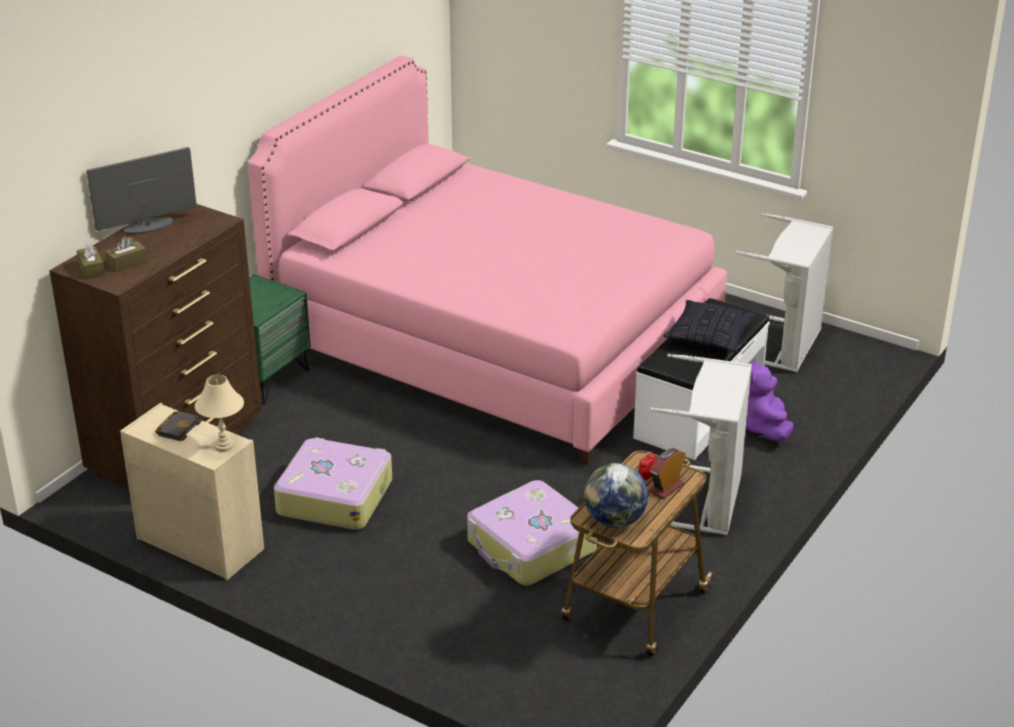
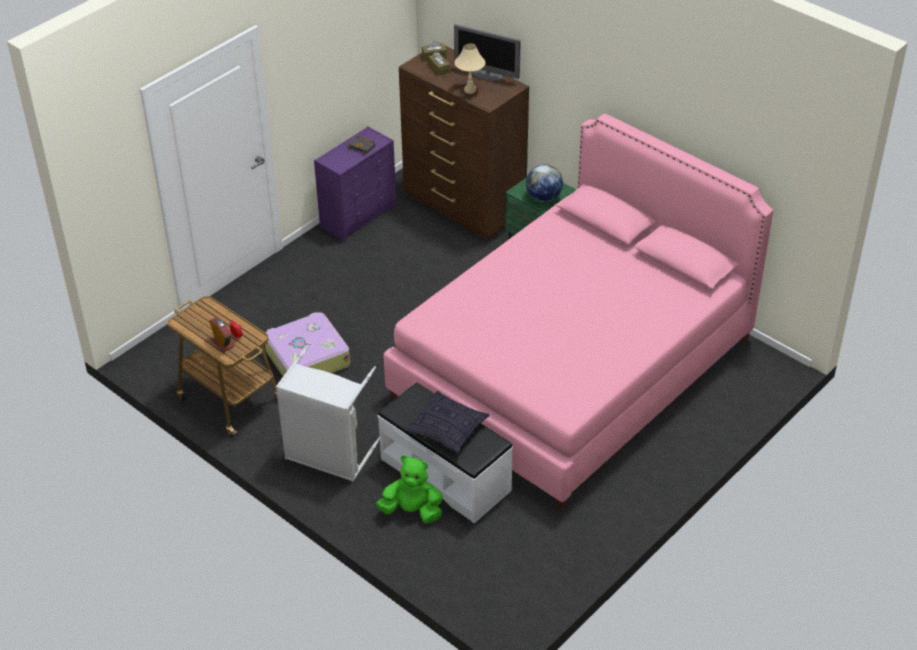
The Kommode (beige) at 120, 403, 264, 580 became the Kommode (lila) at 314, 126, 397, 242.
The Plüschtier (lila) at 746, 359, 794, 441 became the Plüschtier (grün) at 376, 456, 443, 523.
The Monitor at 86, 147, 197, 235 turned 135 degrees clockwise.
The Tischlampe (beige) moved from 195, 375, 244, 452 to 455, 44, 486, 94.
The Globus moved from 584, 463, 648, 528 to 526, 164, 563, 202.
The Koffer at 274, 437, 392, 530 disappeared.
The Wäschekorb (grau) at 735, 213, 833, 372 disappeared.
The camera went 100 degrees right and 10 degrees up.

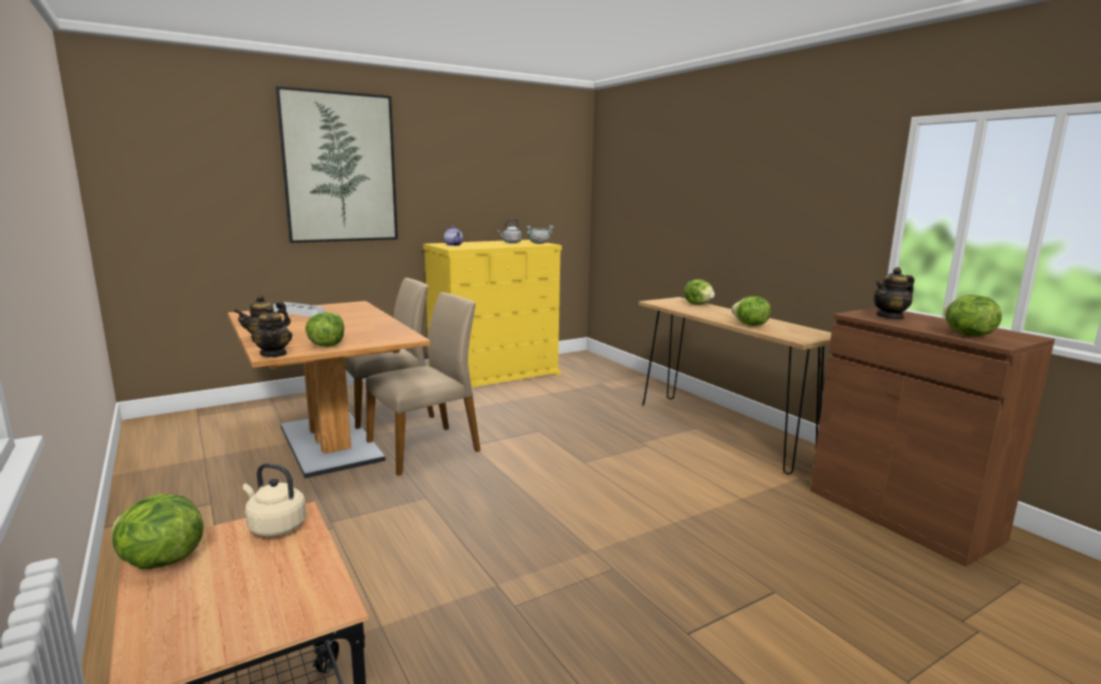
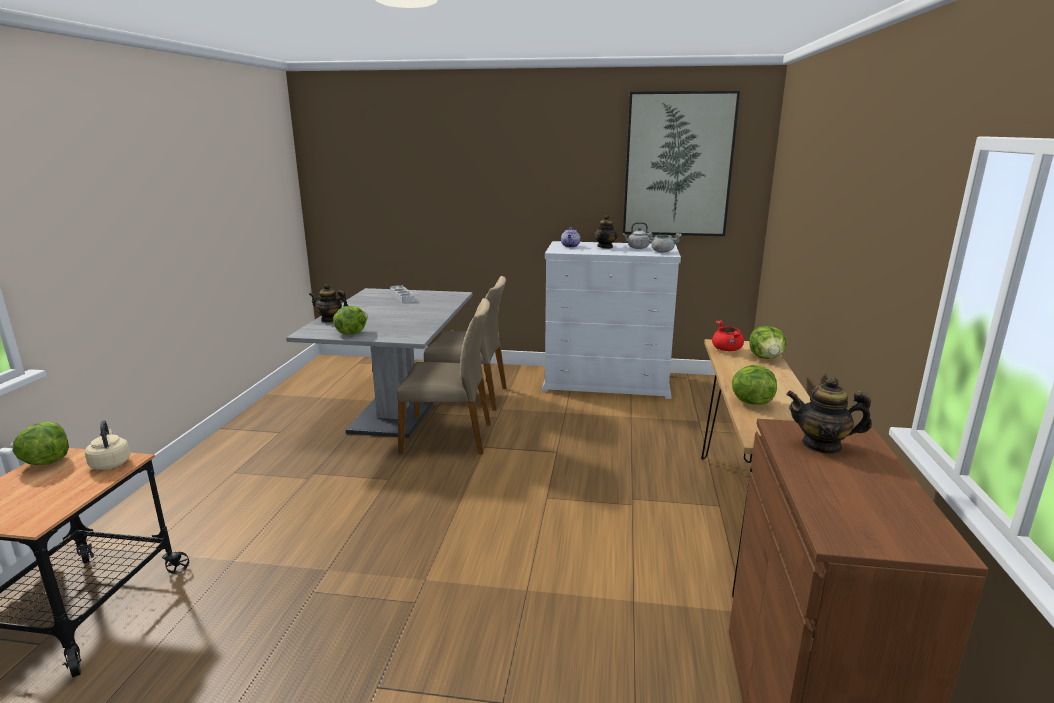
The Esstisch (braun) at 228, 301, 430, 478 became the Esstisch (grau) at 286, 288, 473, 438.
The Kommode (gelb) at 423, 240, 562, 388 became the Kommode (weiß) at 541, 241, 681, 399.
The Teekanne moved from 251, 305, 292, 357 to 594, 215, 618, 248.
The Bild moved from 276, 86, 398, 243 to 623, 91, 740, 236.
The Kochtopf (rot) at 712, 320, 744, 351 appeared.
The Salatkopf at 944, 295, 1002, 336 disappeared.
The camera went 40 degrees right and 5 degrees up.

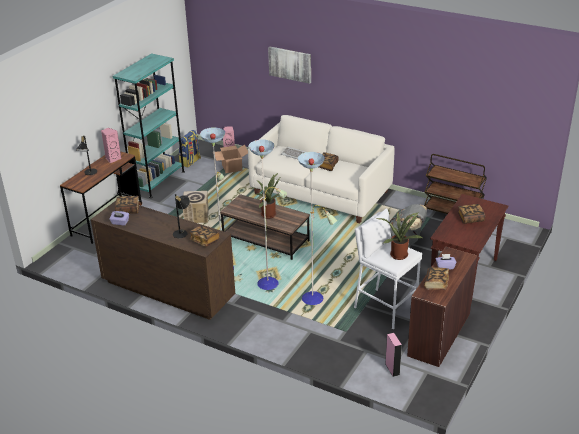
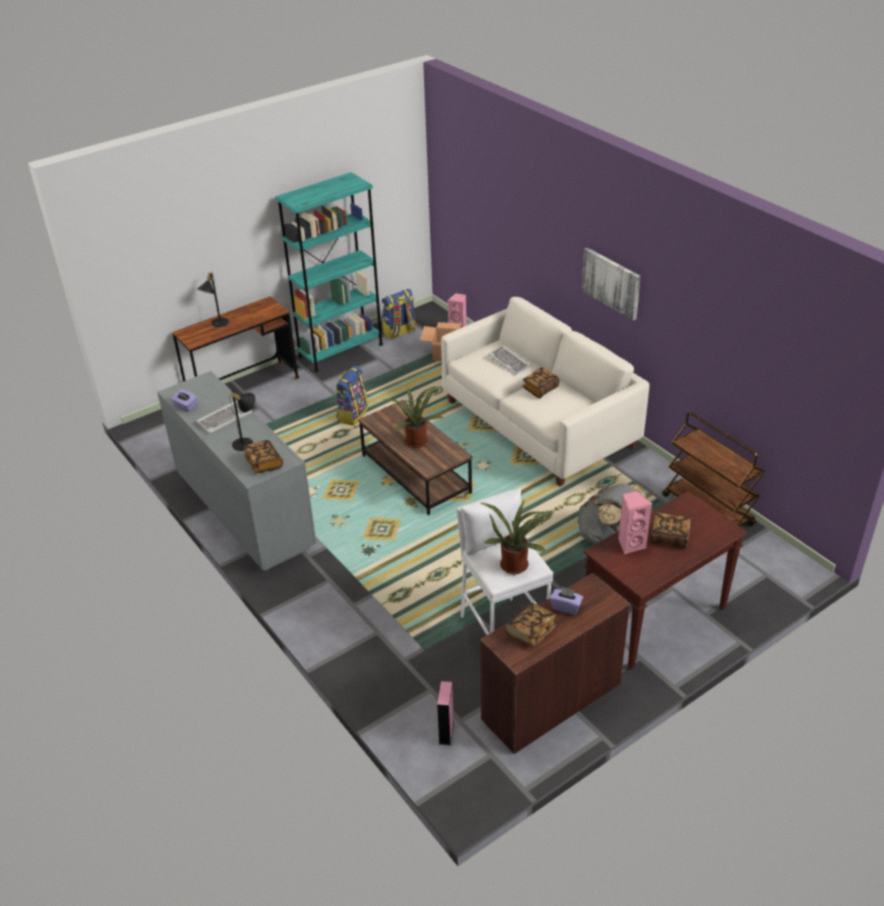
The Kommode (braun) at 91, 201, 235, 320 became the Kommode (grau) at 157, 371, 316, 571.
The Tastatur at 196, 400, 252, 434 appeared.
The Karton at 183, 191, 209, 223 was replaced by the Rucksack at 335, 366, 368, 426.
The Bild moved from 268, 46, 311, 84 to 582, 248, 641, 320.
The Lautsprecher (rosa) moved from 101, 128, 122, 164 to 618, 490, 652, 554.
The Buch at 115, 196, 140, 214 disappeared.
The Stehlampe at 200, 127, 337, 305 disappeared.
The camera went 25 degrees right and 5 degrees up.

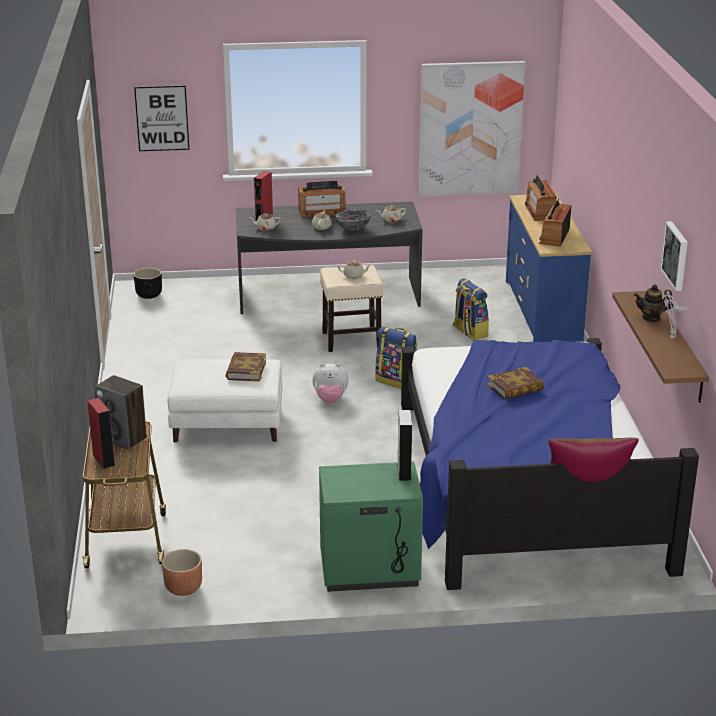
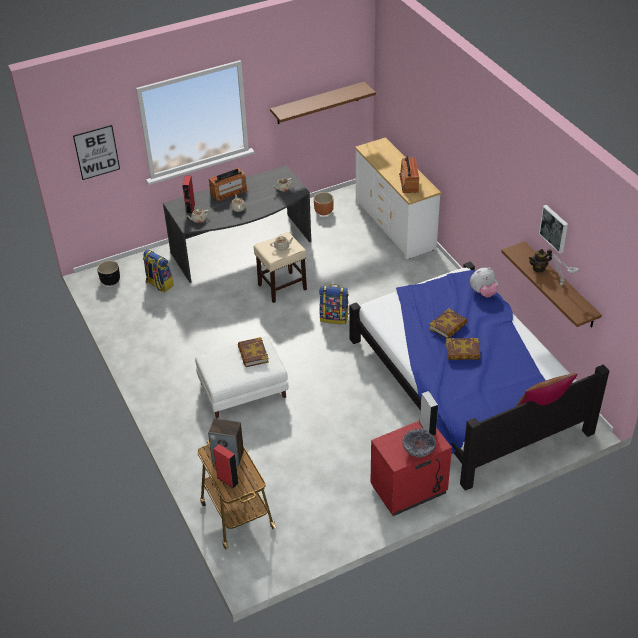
The Rucksack moved from 453, 278, 489, 340 to 143, 250, 174, 293.
The Bild at 419, 61, 526, 196 was replaced by the Wandregal (braun) at 270, 81, 376, 124.
The Pflanzkübel (braun) moved from 162, 549, 202, 596 to 314, 192, 334, 215.
The Kommode (blau) at 506, 194, 592, 342 became the Kommode (weiß) at 355, 137, 441, 259.
The Nachttisch (grün) at 319, 462, 423, 592 became the Nachttisch (rot) at 370, 420, 452, 516.
The Schüssel moved from 335, 209, 371, 231 to 402, 428, 436, 457.
The Buch at 446, 338, 480, 360 appeared.
The Plüschtier moved from 312, 364, 348, 403 to 470, 267, 498, 297.
The Radio at 525, 175, 557, 221 disappeared.
The camera went 20 degrees left and 15 degrees up.

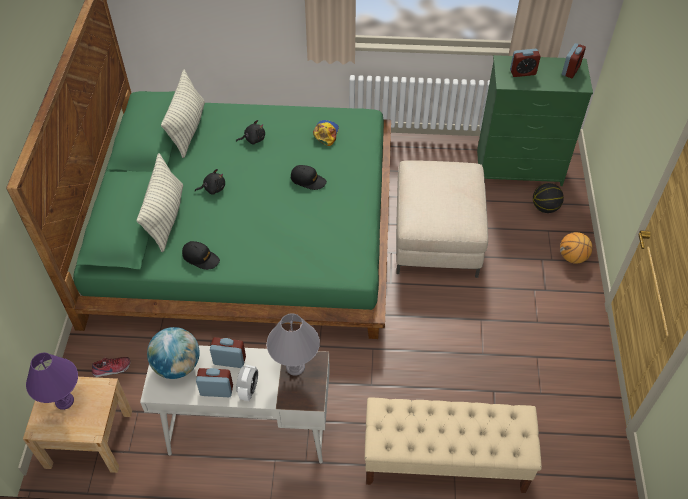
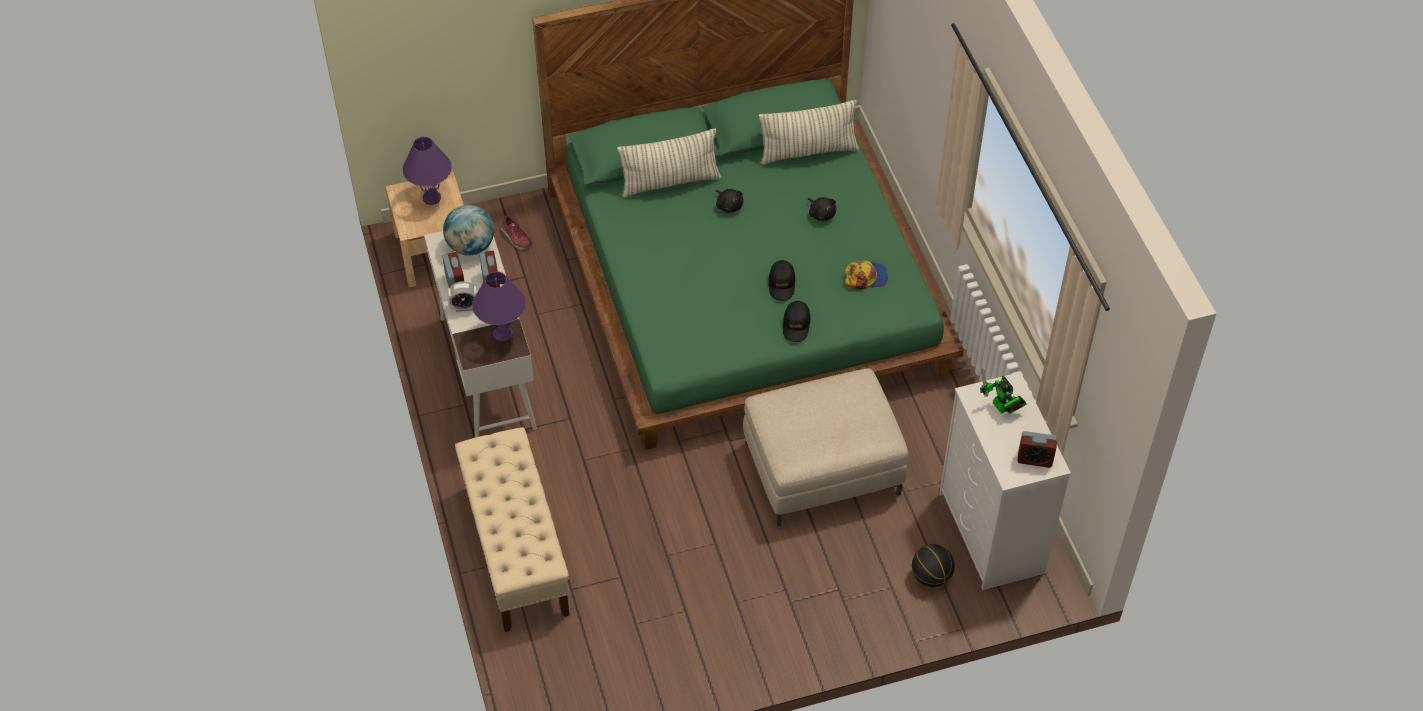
The Tischlampe (grau) at 267, 313, 320, 376 became the Tischlampe (lila) at 472, 271, 526, 342.
The Kappe (schwarz) moved from 182, 241, 220, 270 to 783, 301, 810, 342.
The Kommode (grün) at 477, 55, 593, 186 became the Kommode (weiß) at 939, 372, 1071, 590.
The Wecker at 510, 49, 541, 77 was replaced by the Spielzeugroboter at 980, 369, 1026, 414.
The Basketball at 560, 232, 593, 264 disappeared.
The camera went 70 degrees right and 0 degrees up.

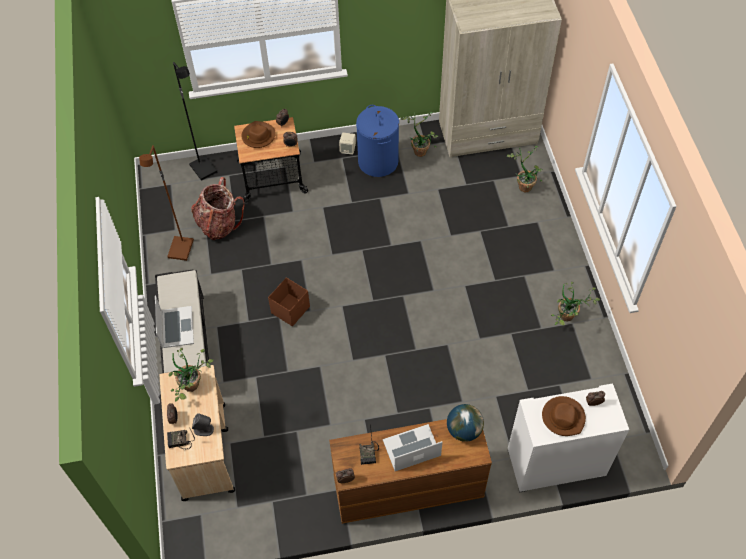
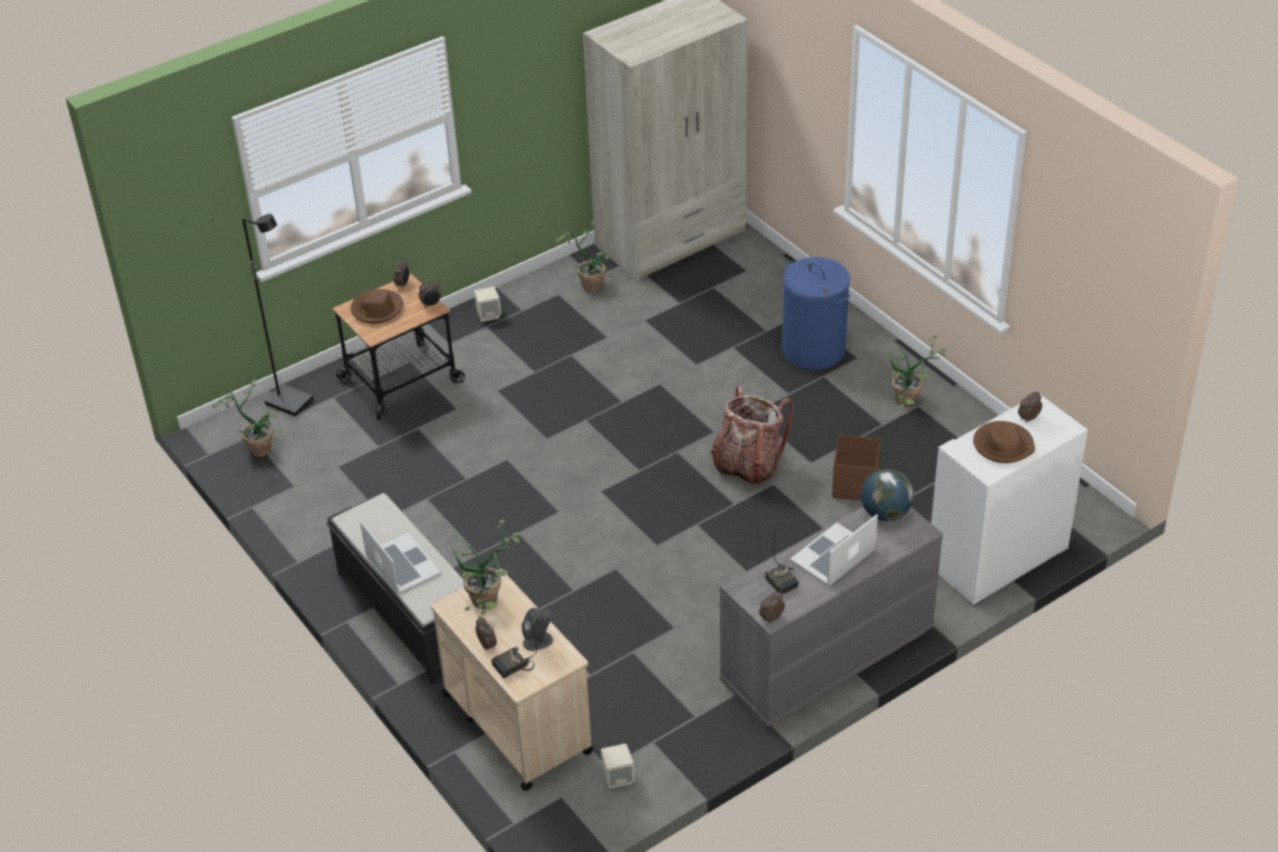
The Topfpflanze moved from 506, 146, 543, 192 to 212, 380, 284, 457.
The Lautsprecher (beige) at 601, 744, 635, 788 appeared.
The Rucksack moved from 191, 177, 244, 240 to 711, 385, 793, 485.
The Kommode (braun) at 329, 419, 492, 524 became the Kommode (grau) at 720, 507, 943, 727.
The Wäschekorb (blau) moved from 356, 105, 399, 177 to 782, 257, 850, 370.
The Aufbewahrungsbox (braun) moved from 268, 277, 310, 327 to 832, 434, 881, 501.
The Stehlampe (braun) at 139, 145, 194, 261 disappeared.
The camera went 25 degrees left and 15 degrees down.

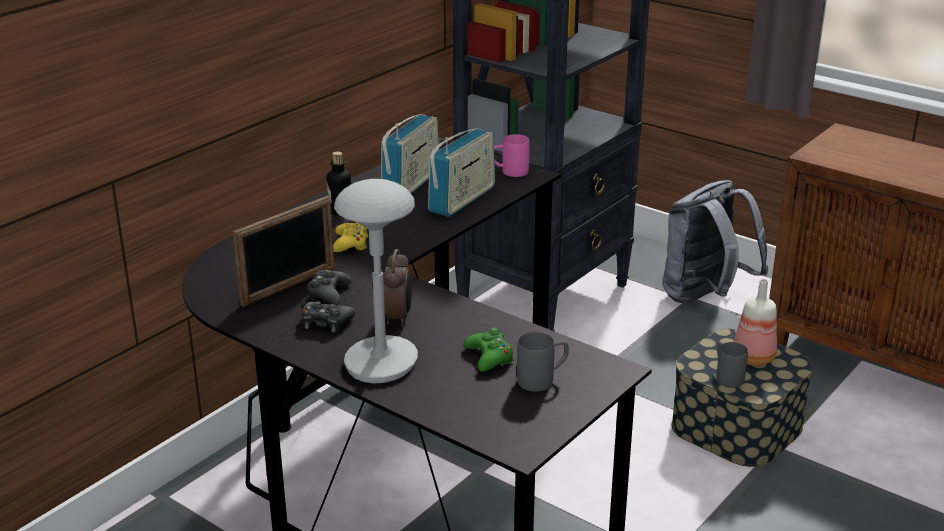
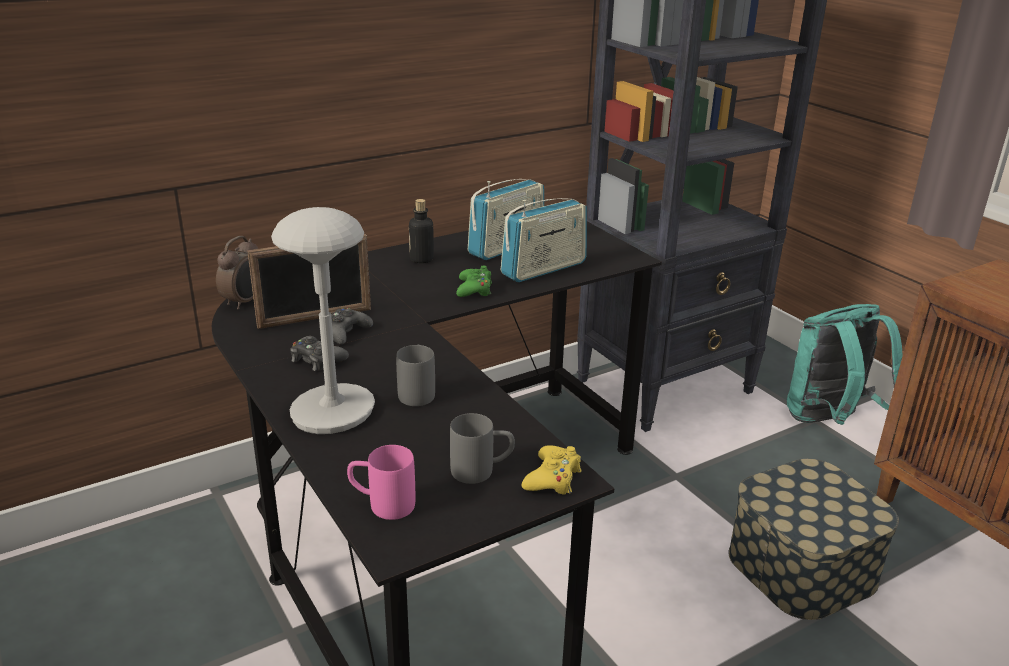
The Wecker moved from 383, 249, 412, 327 to 216, 236, 258, 310.
The Henkelbecher (rosa) moved from 494, 134, 530, 177 to 347, 445, 415, 520.
The Henkelbecher (grau) moved from 717, 342, 748, 388 to 396, 345, 435, 406.
The Gamepad (grün) moved from 463, 328, 514, 372 to 456, 265, 492, 297.
The Gamepad (gelb) moved from 333, 222, 369, 252 to 522, 445, 581, 495.
The Rucksack (grau) at 663, 180, 769, 303 became the Rucksack (türkis) at 787, 304, 902, 425.
The Flasche at 734, 279, 777, 366 disappeared.
The camera went 20 degrees right and 0 degrees up.

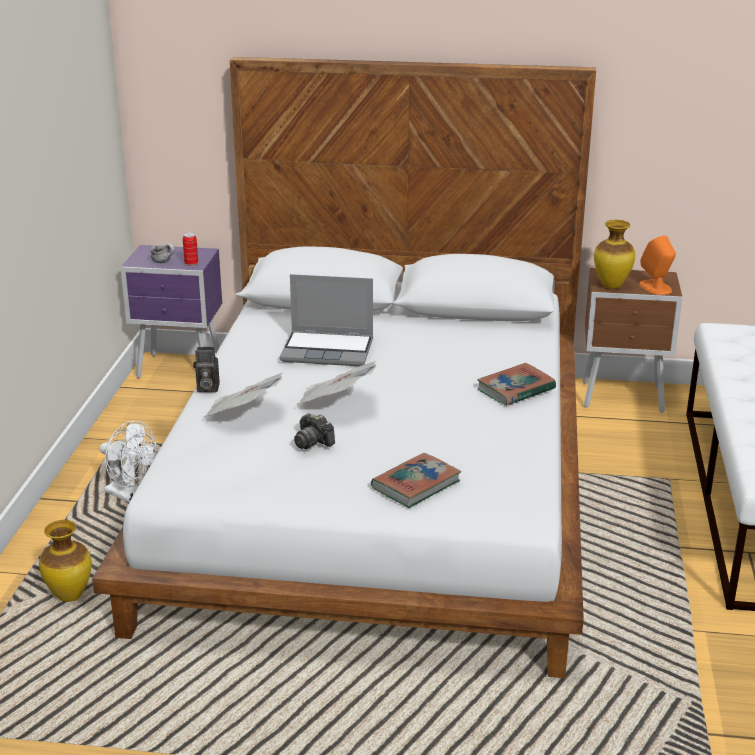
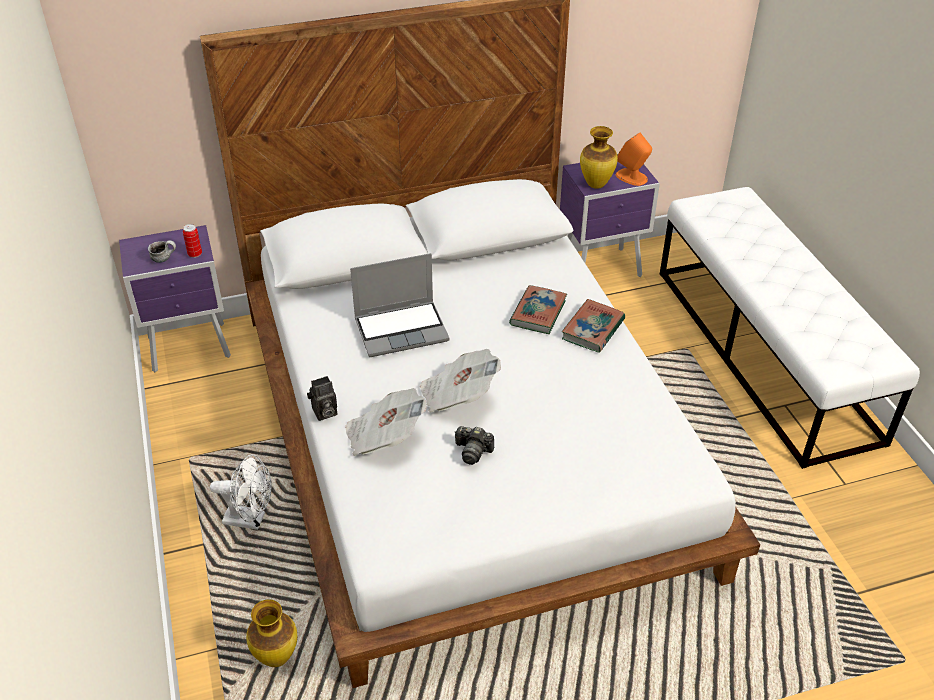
The Buch moved from 371, 453, 461, 508 to 509, 285, 567, 334.
The Nachttisch (braun) at 582, 268, 683, 413 became the Nachttisch (lila) at 560, 161, 660, 277.
The camera went 25 degrees left and 15 degrees up.

